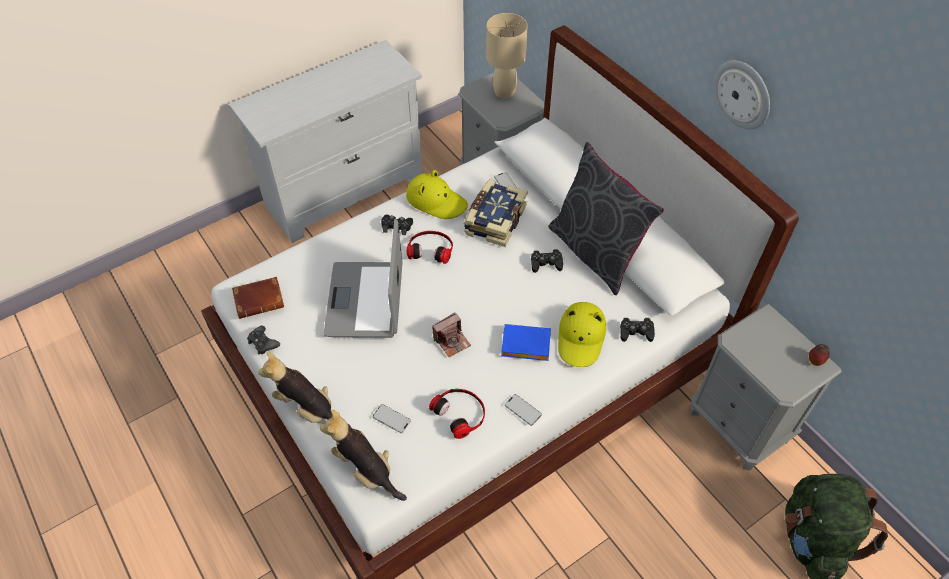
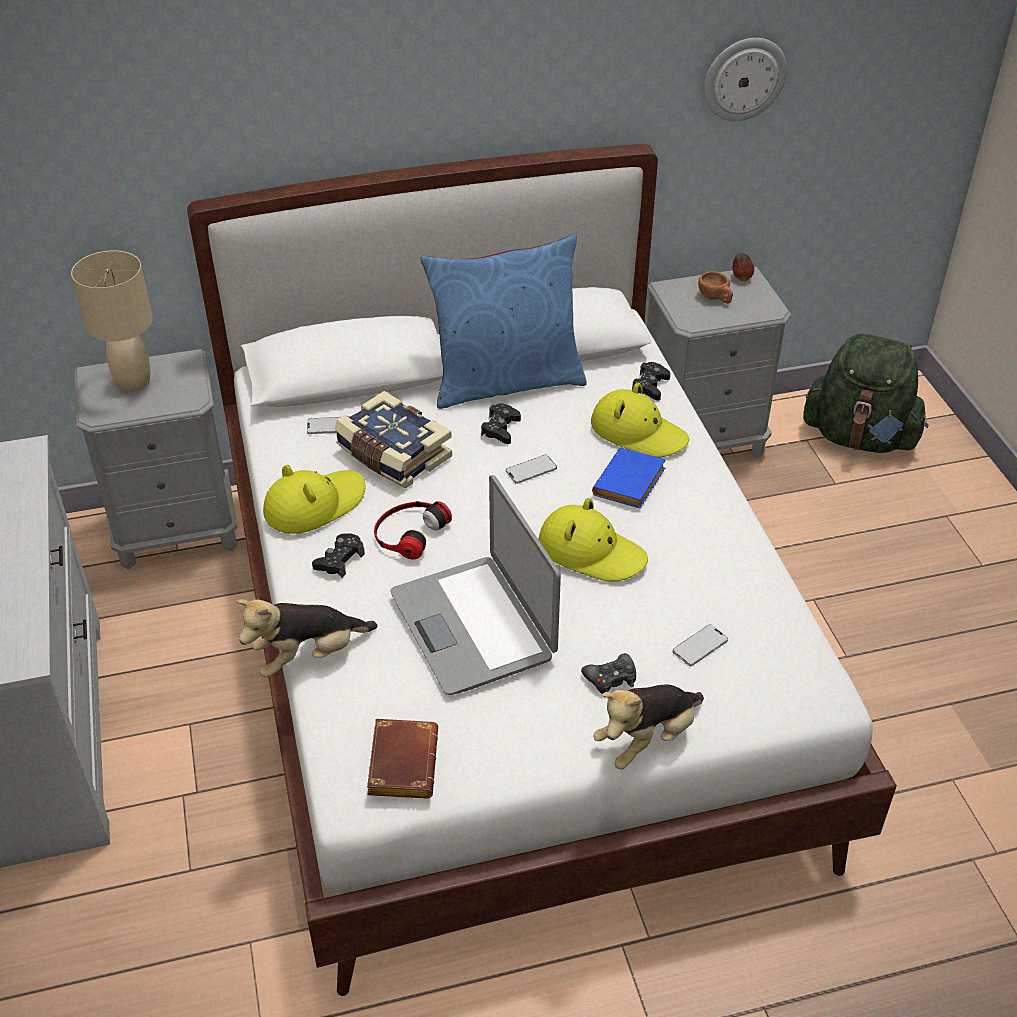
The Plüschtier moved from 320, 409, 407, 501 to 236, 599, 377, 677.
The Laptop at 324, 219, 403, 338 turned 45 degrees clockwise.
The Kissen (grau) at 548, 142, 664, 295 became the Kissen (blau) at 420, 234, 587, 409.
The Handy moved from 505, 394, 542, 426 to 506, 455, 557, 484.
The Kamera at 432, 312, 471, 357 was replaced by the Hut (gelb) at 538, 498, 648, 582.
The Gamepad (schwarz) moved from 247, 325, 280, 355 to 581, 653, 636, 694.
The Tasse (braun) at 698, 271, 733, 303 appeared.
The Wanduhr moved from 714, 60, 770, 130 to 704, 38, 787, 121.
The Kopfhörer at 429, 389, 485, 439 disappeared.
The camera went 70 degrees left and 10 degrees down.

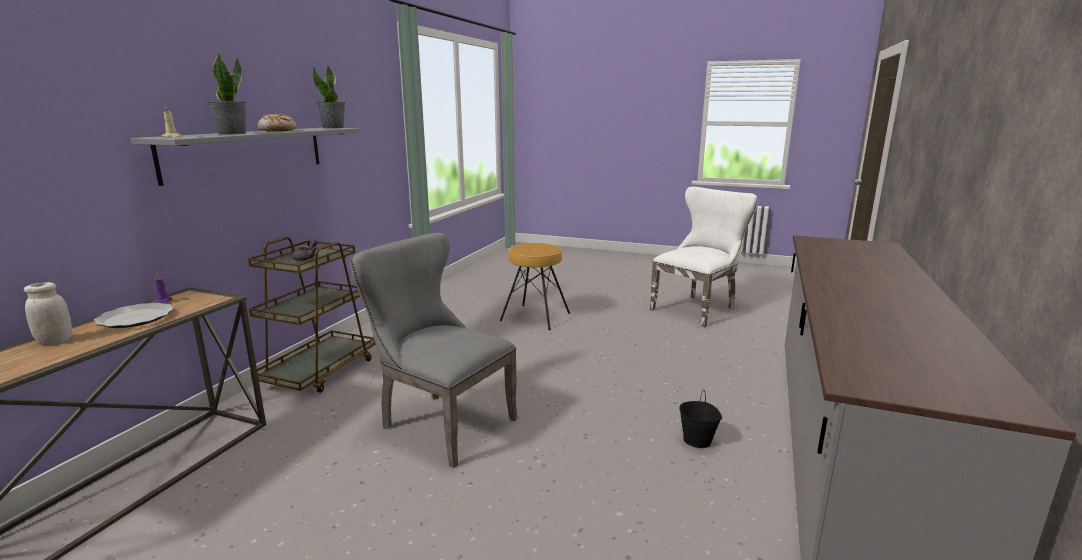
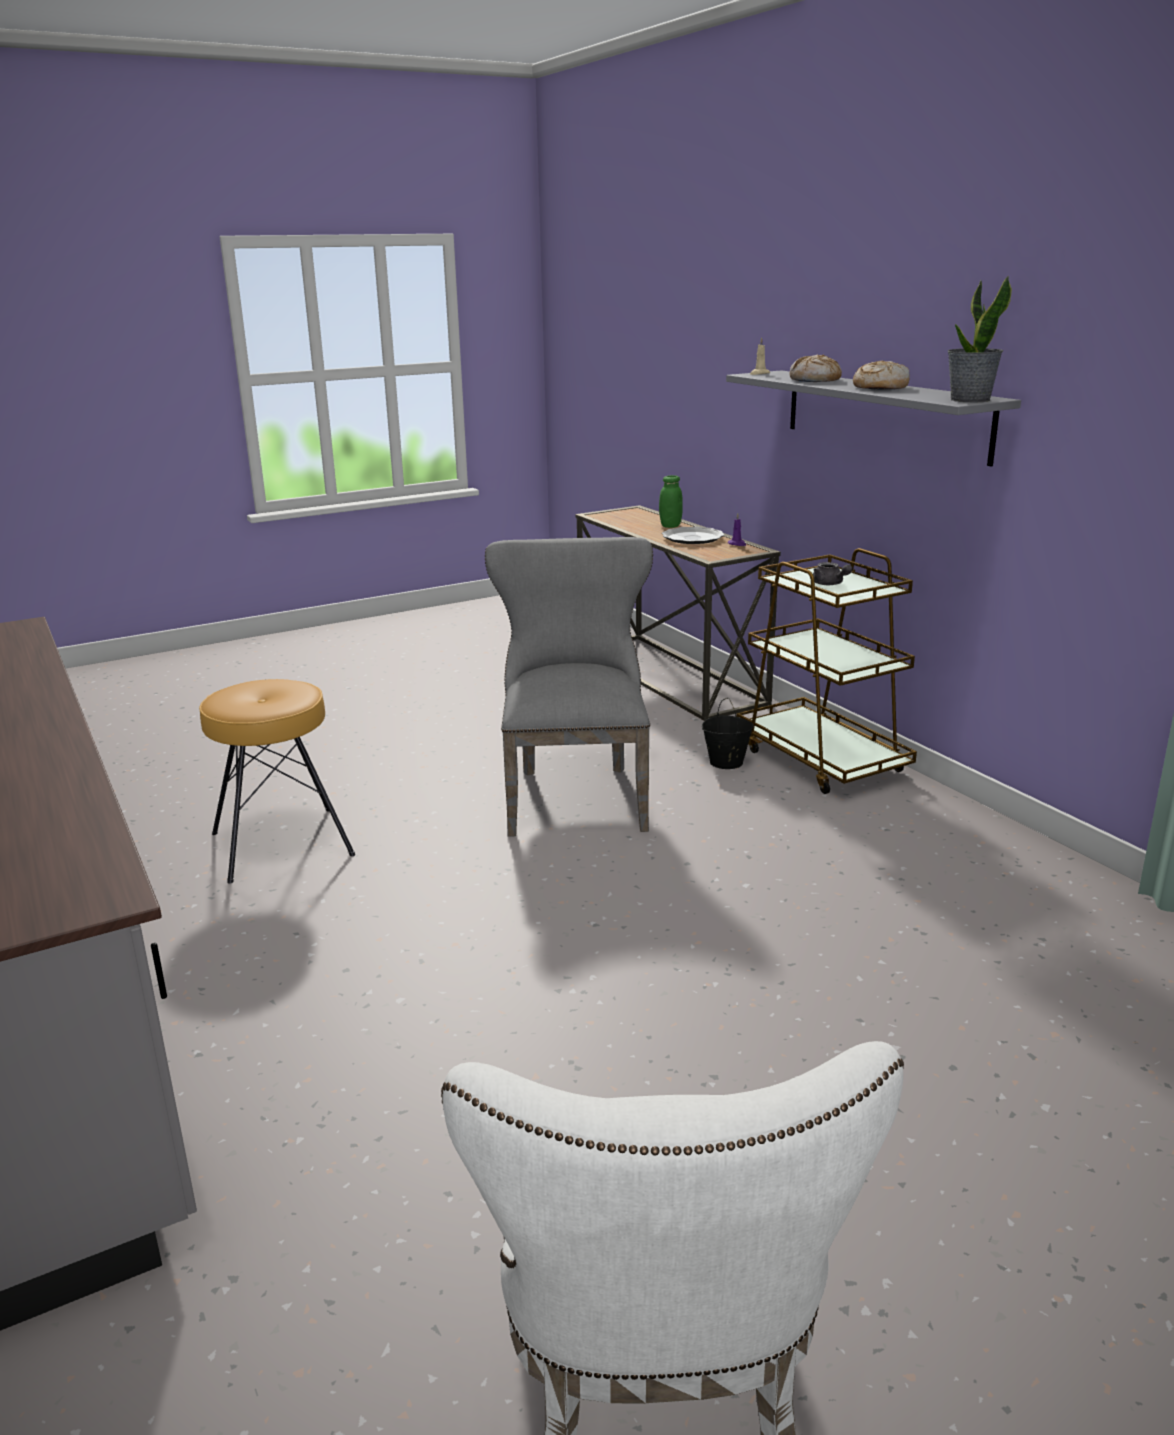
The Hocker (braun) moved from 500, 243, 570, 330 to 199, 679, 355, 884.
The Stuhl (grau) at 350, 233, 517, 468 turned 75 degrees counterclockwise.
The Vorratsglas (weiß) at 24, 282, 72, 344 became the Vorratsglas (grün) at 659, 475, 683, 528.
The Eimer (schwarz) moved from 679, 390, 722, 448 to 702, 698, 754, 769.
The Topfpflanze at 208, 53, 246, 134 was replaced by the Brot at 790, 355, 842, 382.
The camera went 130 degrees right and 5 degrees up.

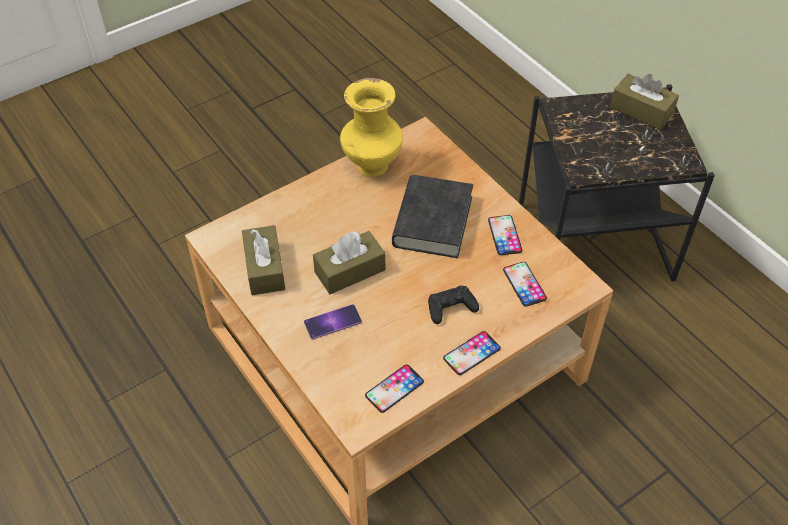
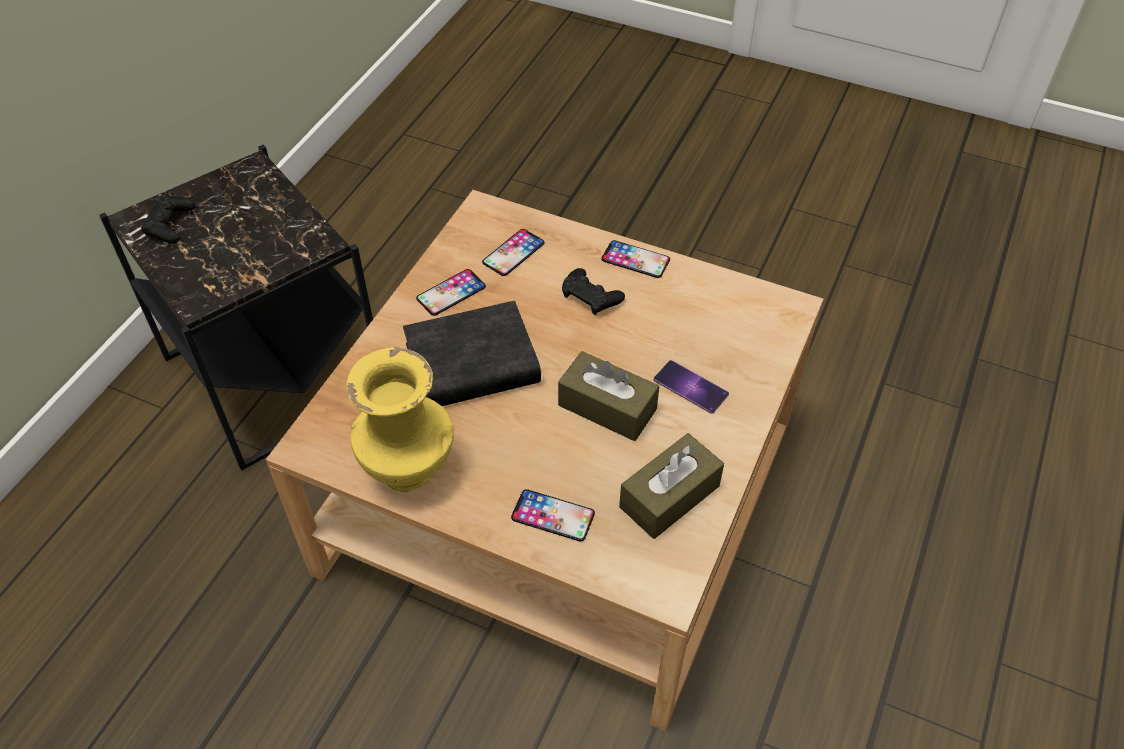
The Taschentuchbox (braun) at 610, 74, 679, 130 was replaced by the Gamepad (schwarz) at 141, 195, 195, 244.
The Handy moved from 365, 365, 424, 413 to 511, 489, 595, 542.
The camera went 120 degrees left and 0 degrees up.

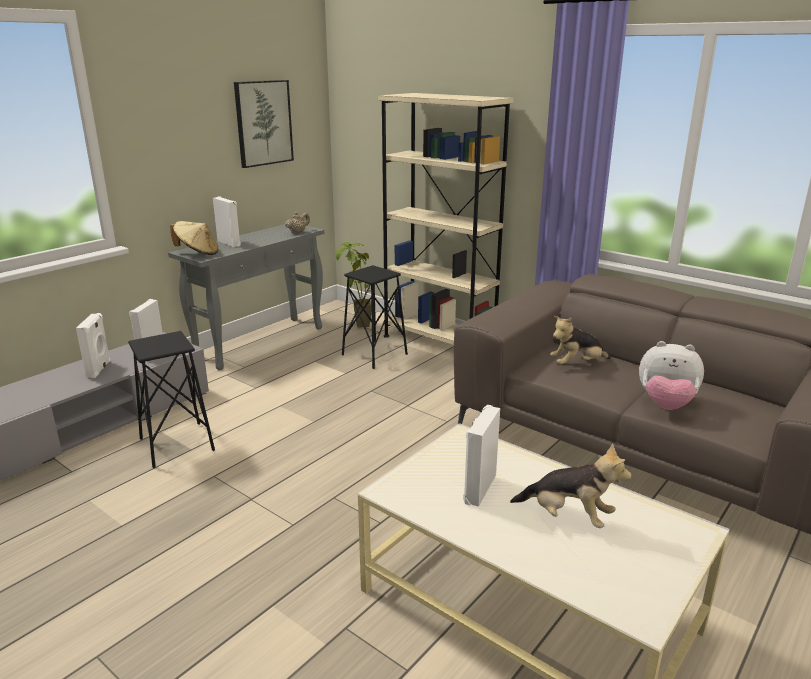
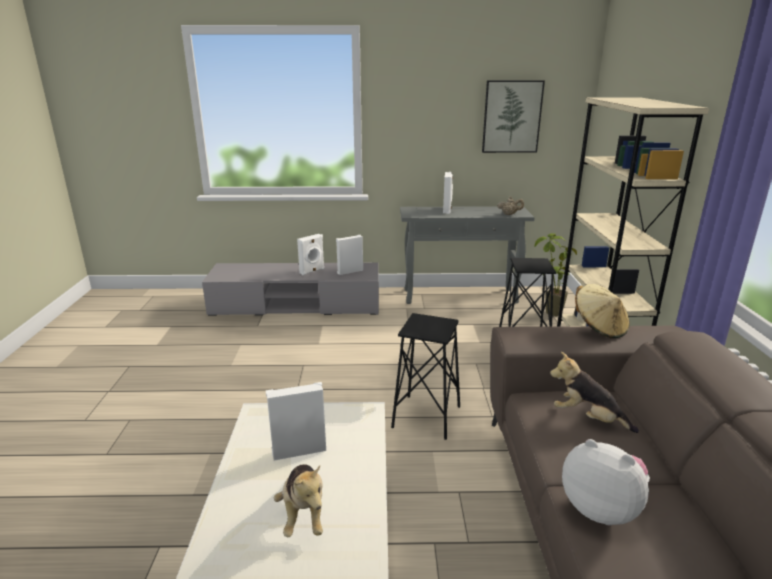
The Hocker (schwarz) moved from 128, 331, 215, 468 to 391, 313, 460, 440.
The Plüschtier at 639, 341, 704, 410 turned 150 degrees clockwise.
The Hut (beige) moved from 170, 221, 219, 255 to 575, 284, 630, 338.
The camera went 50 degrees right and 0 degrees up.

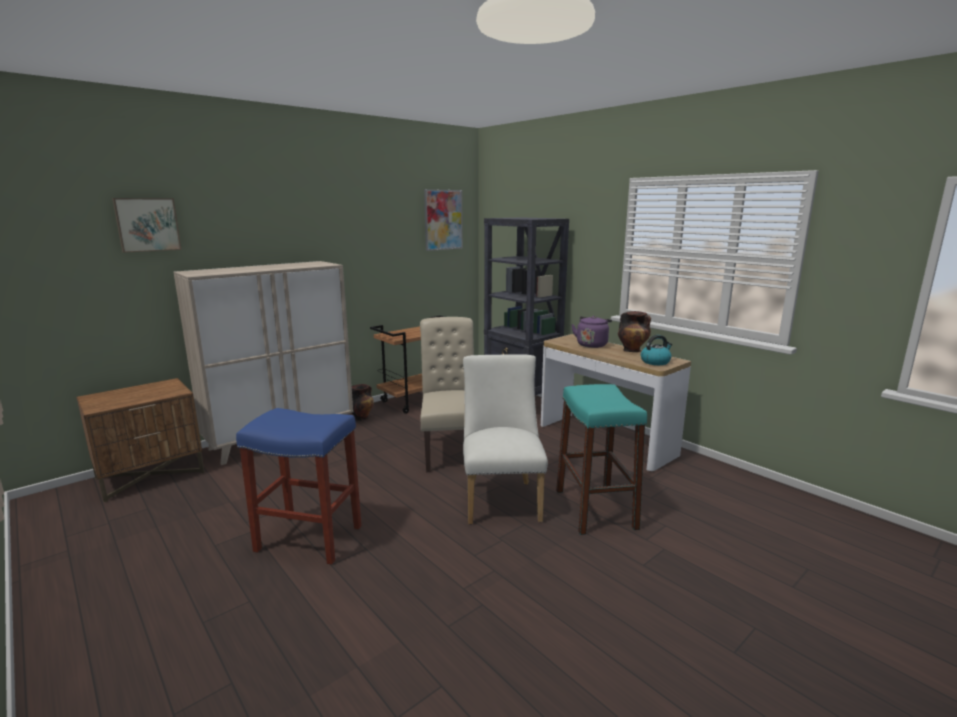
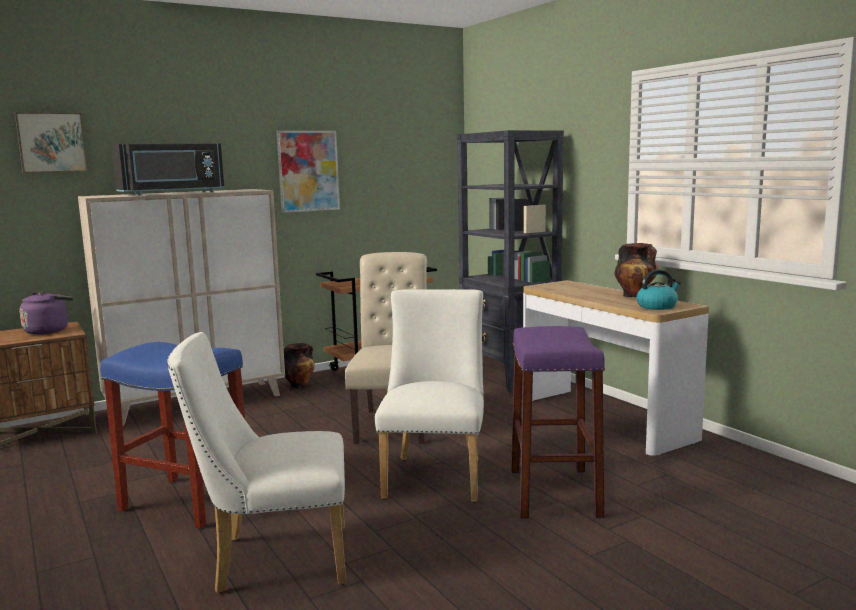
The Wasserkessel (lila) moved from 571, 316, 612, 348 to 19, 292, 74, 334.
The Mikrowelle (schwarz) at 111, 143, 224, 195 appeared.
The Stuhl (weiß) at 167, 332, 346, 593 appeared.
The Bild moved from 424, 189, 463, 251 to 276, 131, 340, 213.
The Hocker (türkis) at 556, 384, 647, 535 became the Hocker (lila) at 511, 326, 605, 519.
The camera went 10 degrees right and 5 degrees down.

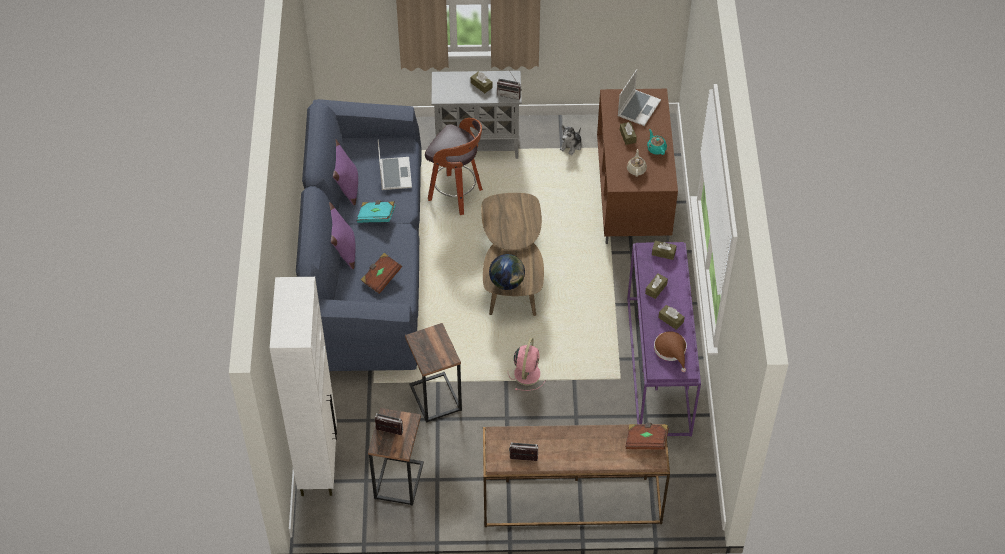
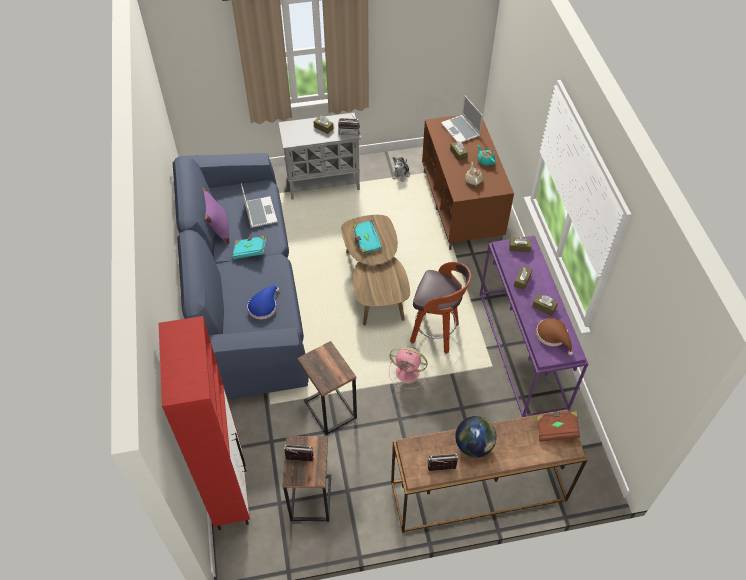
The Schrank (weiß) at 270, 277, 337, 496 became the Schrank (rot) at 159, 316, 250, 530.
The Buch (braun) at 361, 253, 402, 294 was replaced by the Hut (blau) at 247, 286, 279, 319.
The Buch (türkis) at 353, 220, 382, 254 appeared.
The Ventilator (rosa) at 508, 338, 546, 391 turned 105 degrees clockwise.
The Hocker moved from 425, 118, 483, 215 to 410, 262, 471, 354.
The Laptop at 618, 69, 661, 126 turned 135 degrees clockwise.
The Globus moved from 489, 254, 525, 290 to 455, 416, 497, 458.
The Kissen (lila) at 329, 202, 356, 269 disappeared.
The camera went 10 degrees left and 0 degrees up.

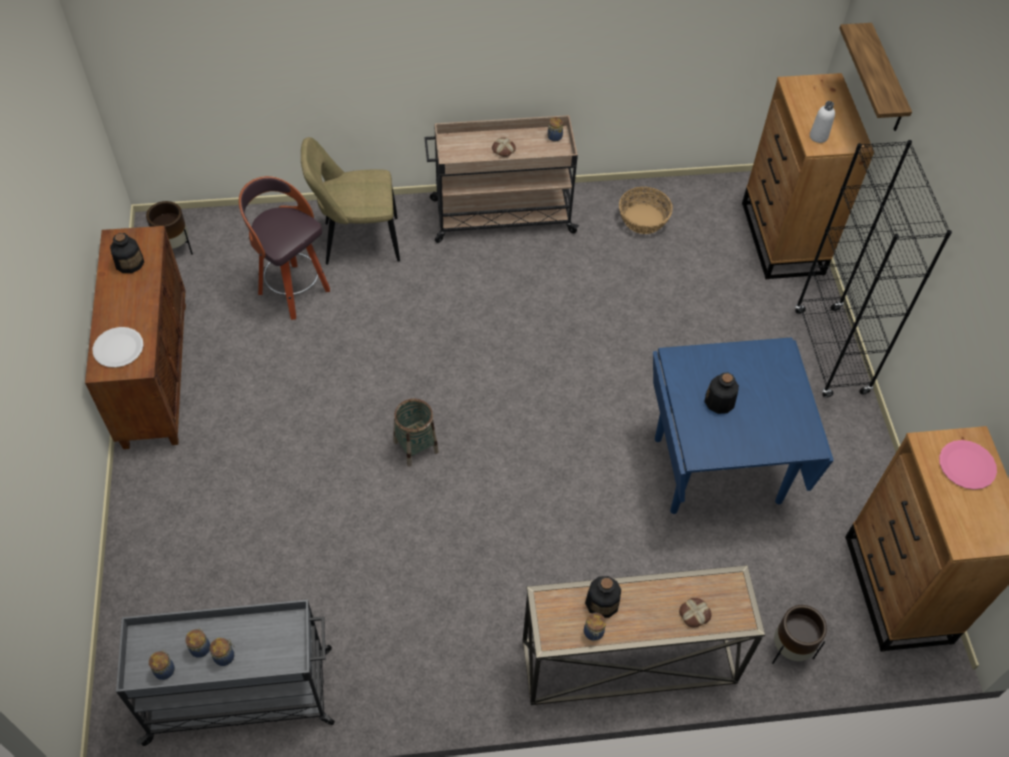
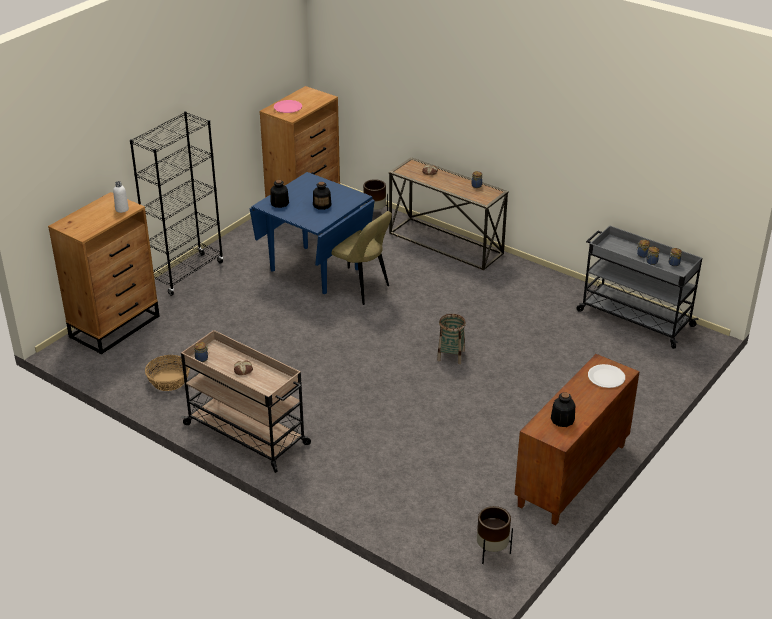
The Flasche moved from 585, 576, 621, 618 to 271, 180, 289, 208.
The Stuhl (beige) moved from 301, 137, 400, 265 to 331, 211, 392, 305.
The Hocker at 239, 176, 330, 320 disappeared.
The Wandregal at 839, 23, 912, 131 disappeared.
The camera went 135 degrees left and 20 degrees down.

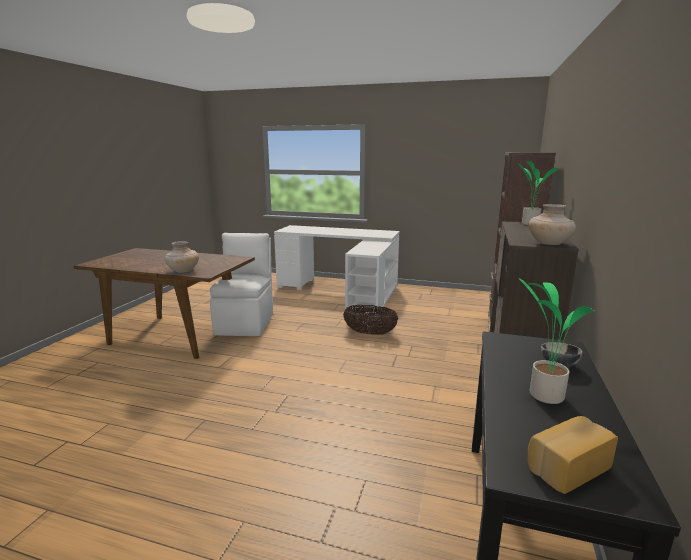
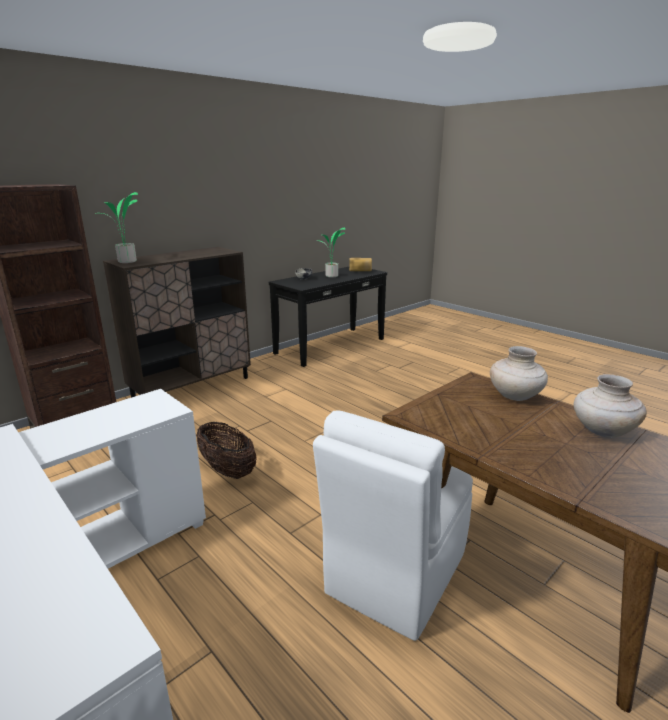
The Vase (beige) moved from 529, 204, 576, 245 to 574, 374, 647, 438.
The camera went 150 degrees left and 5 degrees up.

